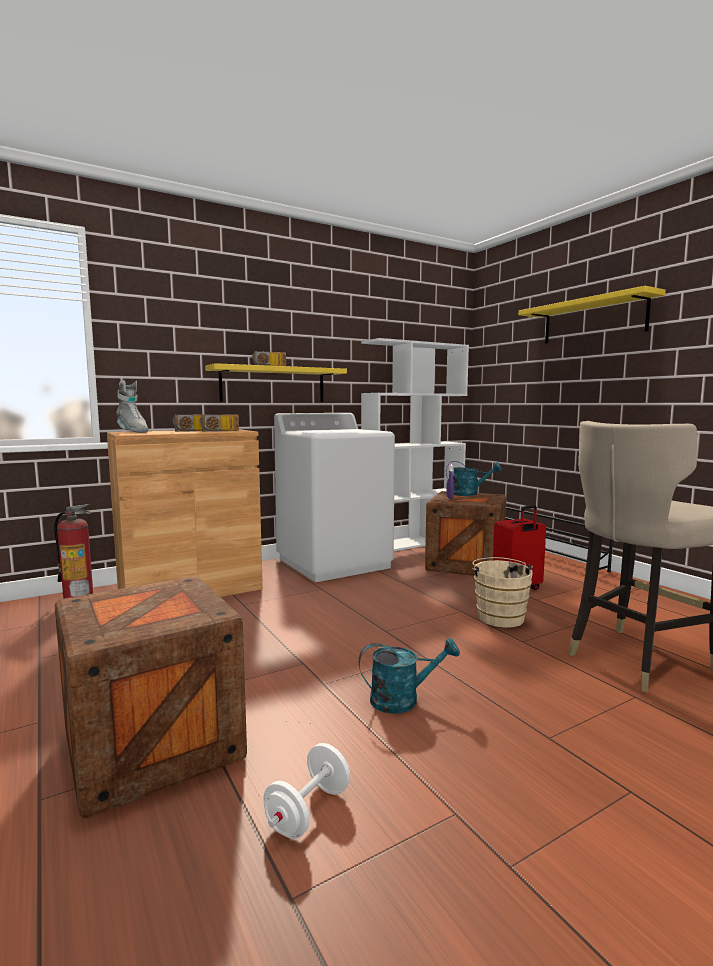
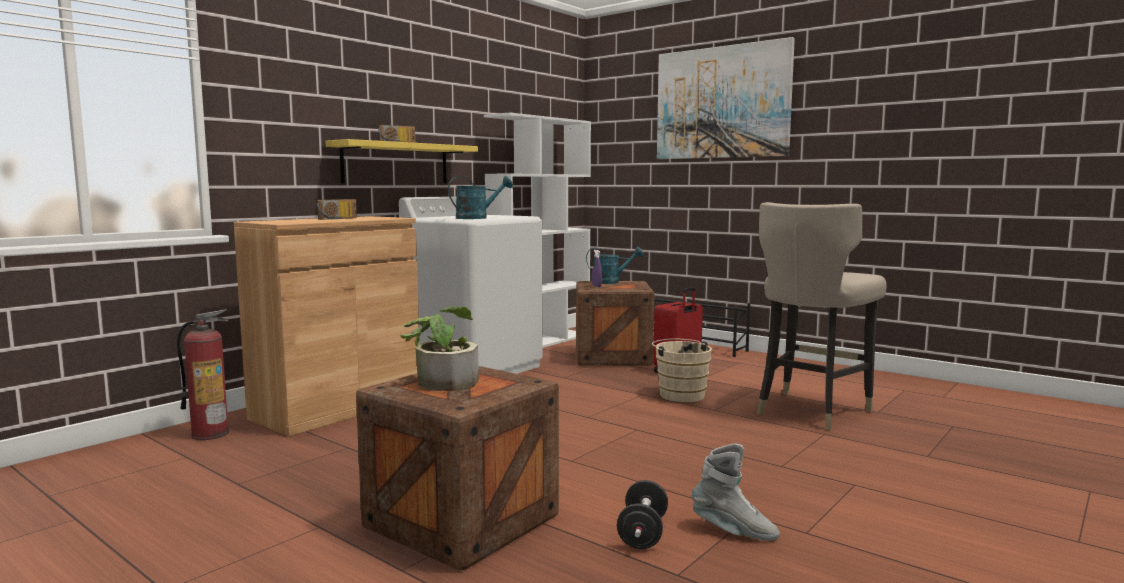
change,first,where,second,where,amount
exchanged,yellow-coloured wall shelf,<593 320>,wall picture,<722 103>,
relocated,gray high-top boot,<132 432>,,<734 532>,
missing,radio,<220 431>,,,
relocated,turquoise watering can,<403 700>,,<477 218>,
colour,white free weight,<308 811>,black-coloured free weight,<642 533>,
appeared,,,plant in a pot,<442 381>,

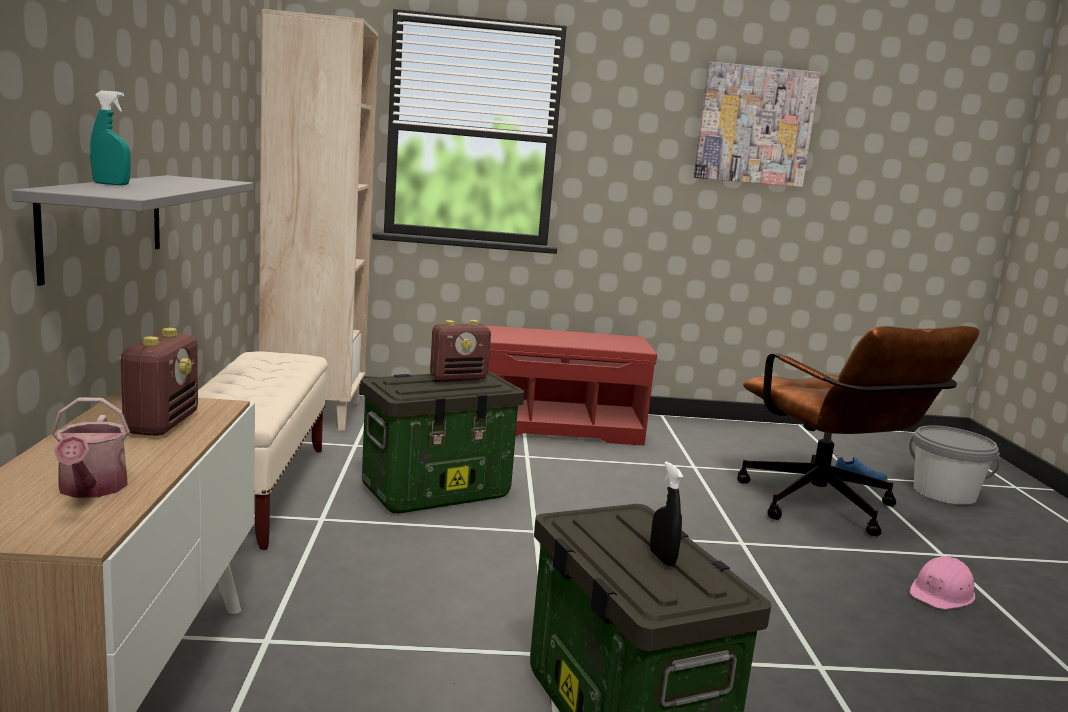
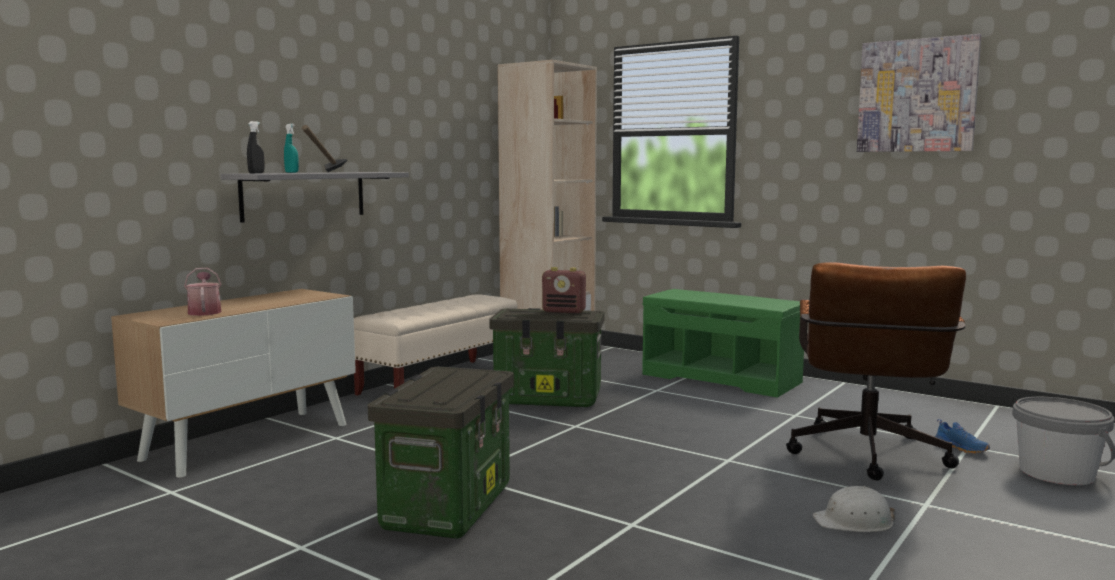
change,first,where,second,where,amount
colour,reddish bench,<559 427>,green bench,<722 378>,
missing,radio,<162 424>,,,
spun,watering can,<91 489>,,<204 312>,135 degrees clockwise
relocated,black-coloured sprayer,<662 558>,,<256 173>,
colour,pinkish work helmet,<942 593>,white work helmet,<854 522>,
appeared,,,hammer,<324 172>,

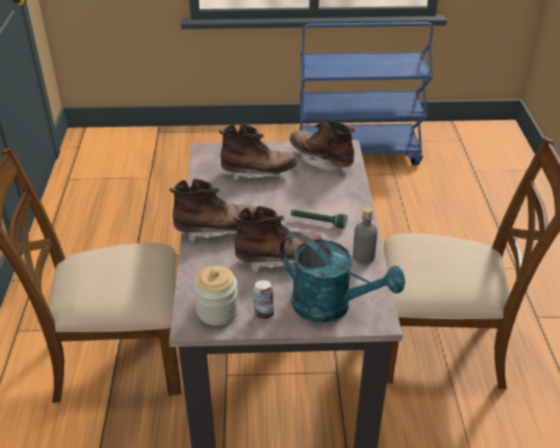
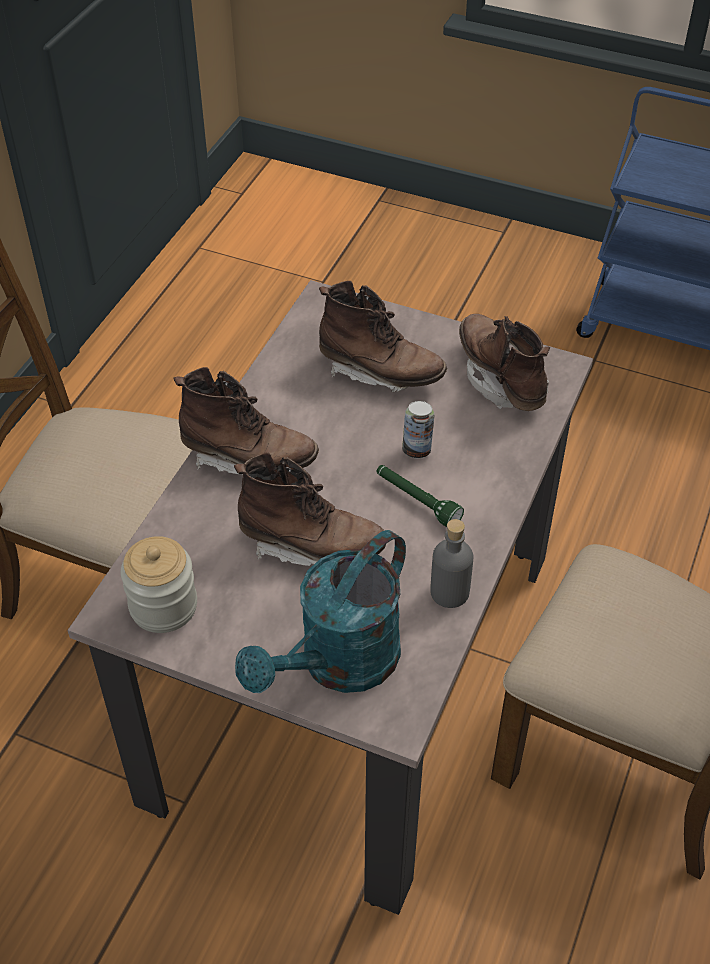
change,first,where,second,where,amount
spun,turquoise watering can,<331 306>,,<338 665>,75 degrees clockwise
relocated,sealed can,<263 313>,,<417 450>,

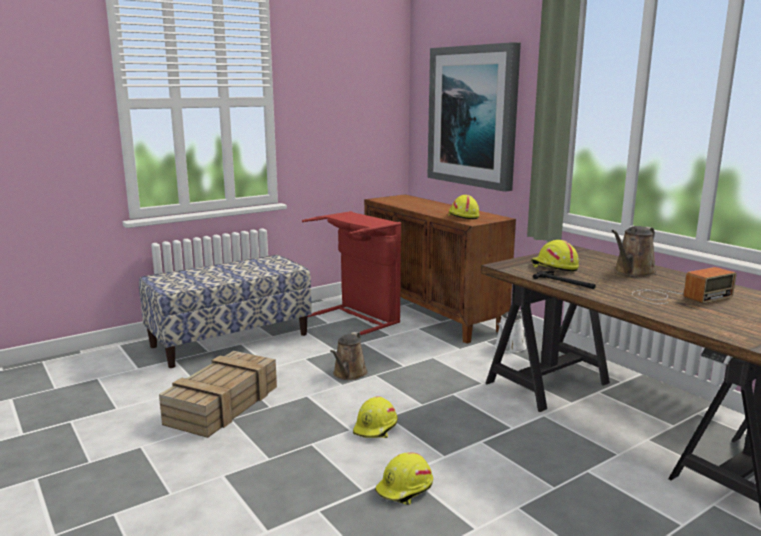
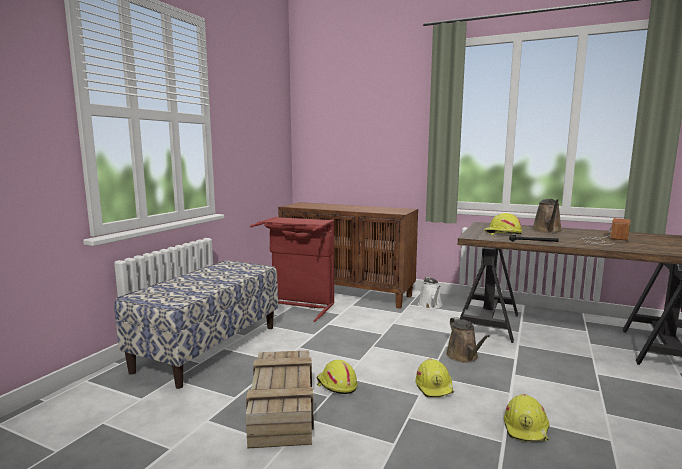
change,first,where,second,where,amount
missing,wall picture,<473 116>,,,
relocated,yellow-coloured work helmet,<462 216>,,<336 385>,
relocated,brownish watering can,<348 374>,,<464 356>,

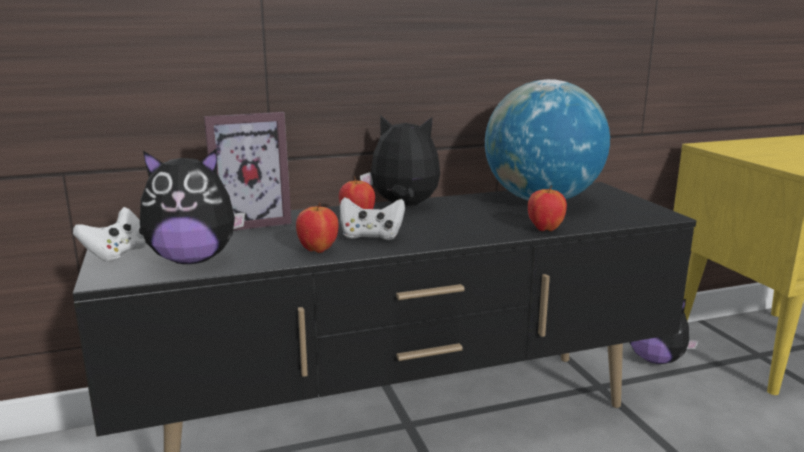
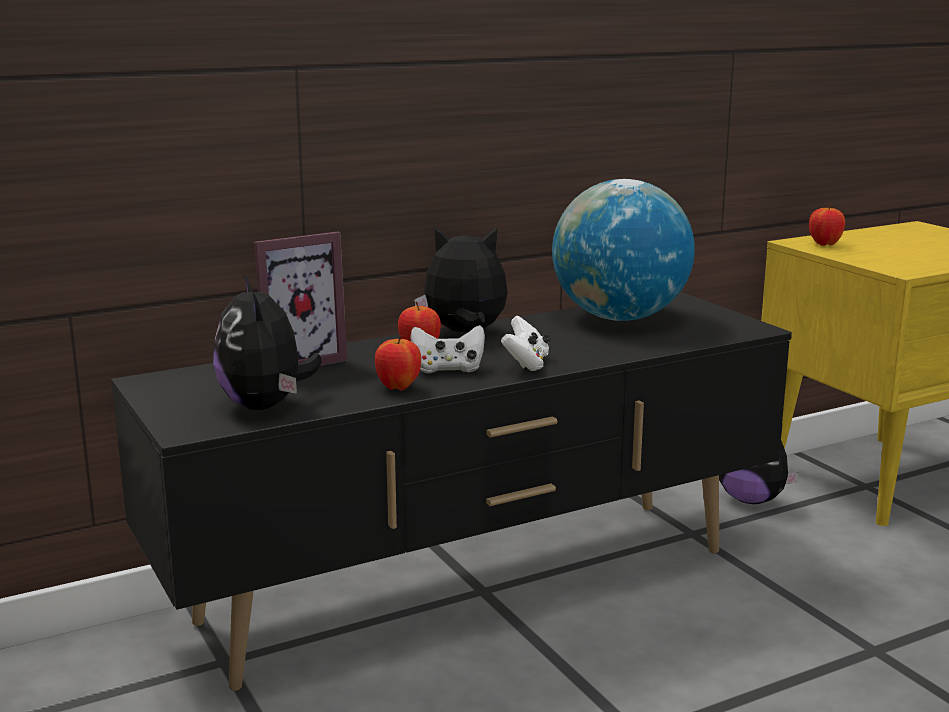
change,first,where,second,where,amount
spun,cuddly toy,<193 259>,,<266 406>,90 degrees clockwise
relocated,apple,<545 229>,,<824 244>,
relocated,white gamepad,<118 254>,,<526 364>,

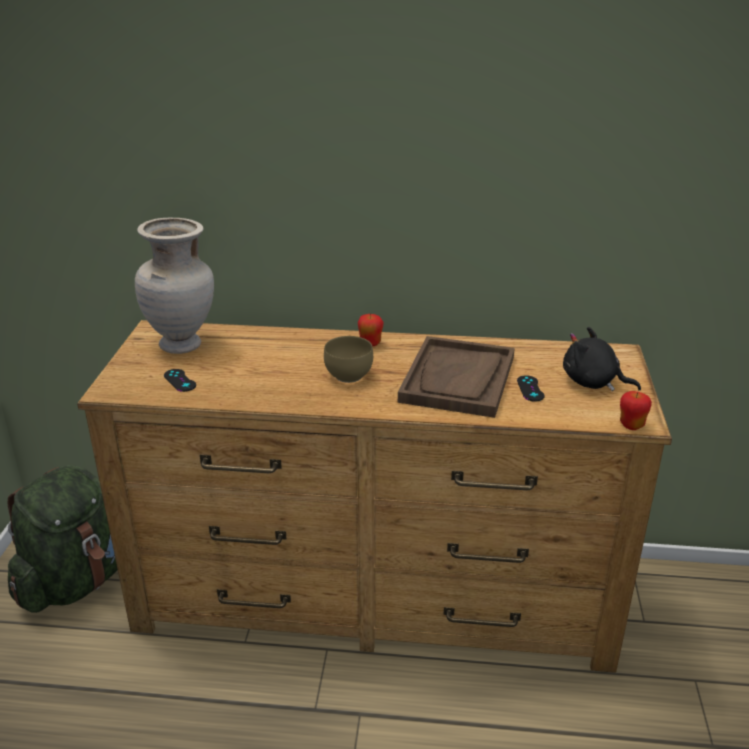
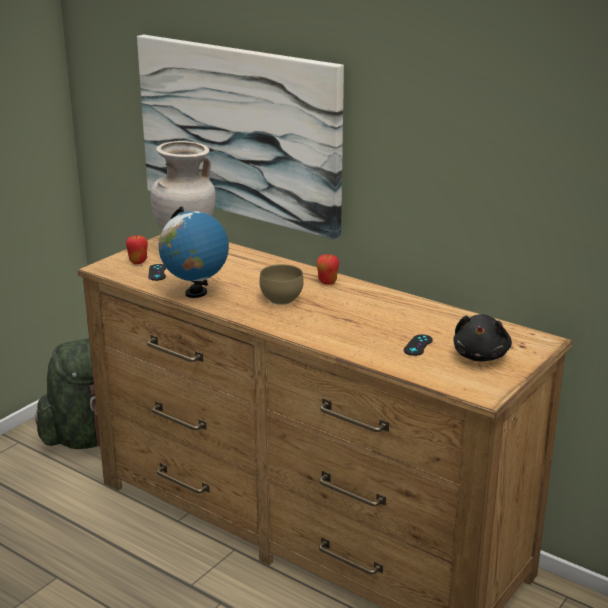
change,first,where,second,where,amount
spun,black-coloured cuddly toy,<593 383>,,<481 355>,135 degrees counterclockwise
missing,brownish serving tray,<458 379>,,,
relocated,apple,<631 425>,,<138 262>,
appeared,,,wall picture,<239 132>,
appeared,,,desk globe,<195 293>,

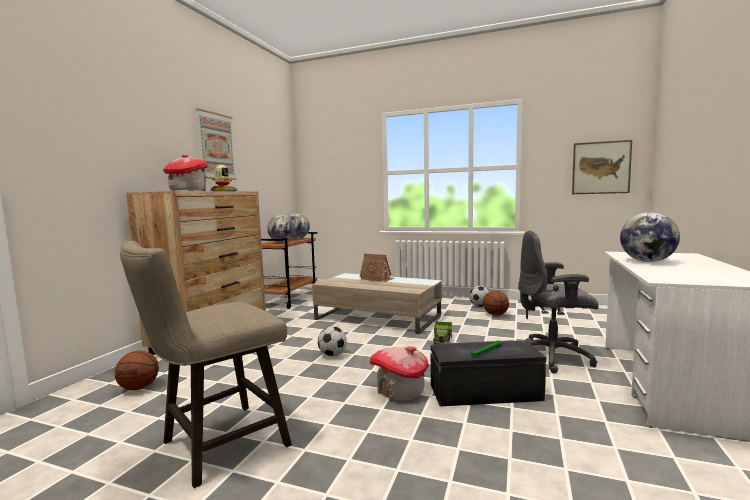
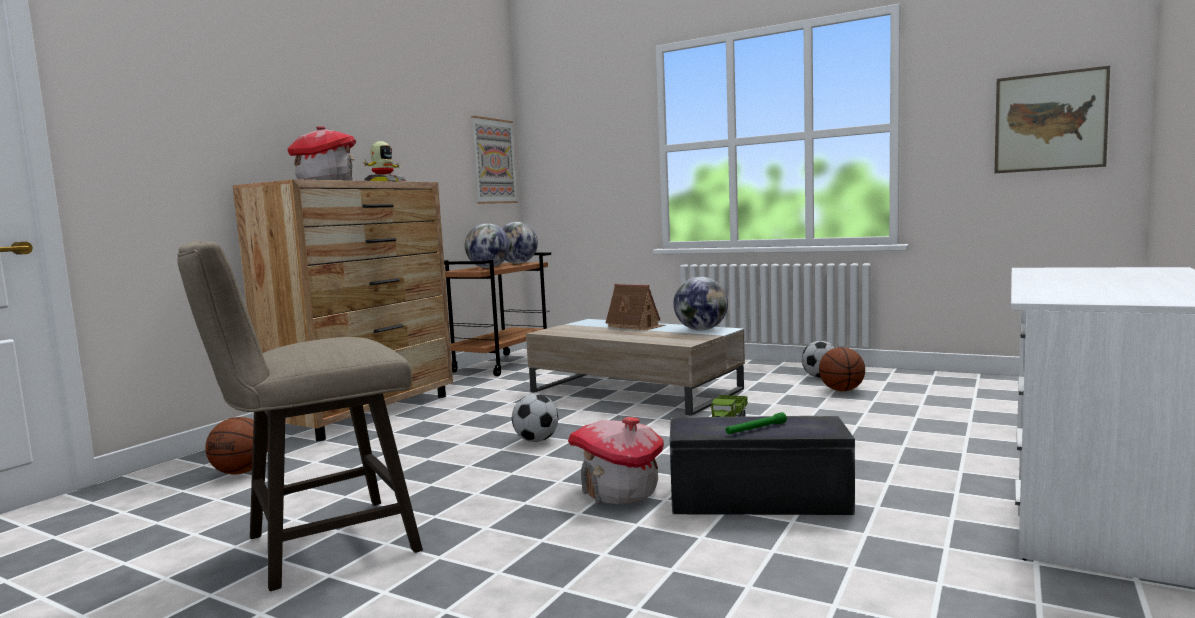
change,first,where,second,where,amount
relocated,wall picture,<216 146>,,<494 161>,
relocated,desk globe,<647 261>,,<701 330>,
missing,gray computer chair,<553 357>,,,

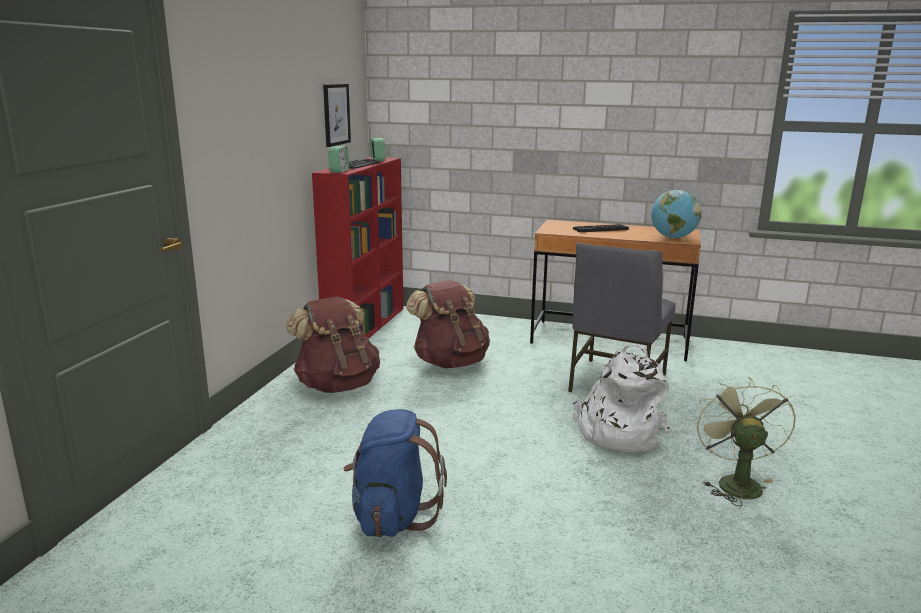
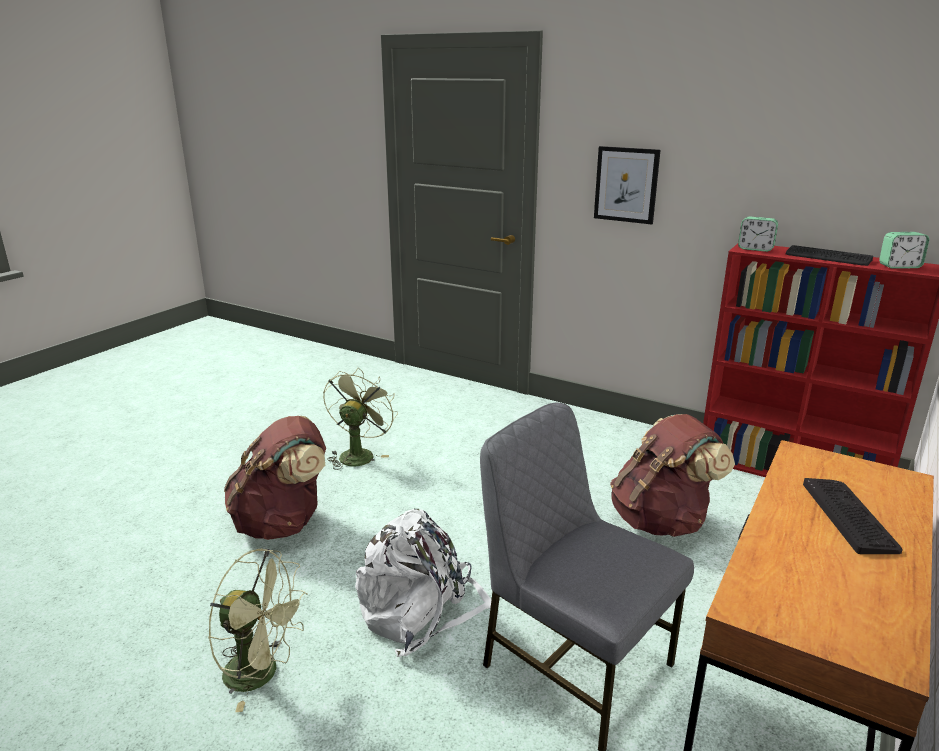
change,first,where,second,where,amount
relocated,wall picture,<336 114>,,<626 185>,
missing,desk globe,<672 238>,,,
relocated,brownish knapsack,<337 385>,,<283 523>,
exchanged,blue knapsack,<392 516>,green fan,<358 454>,

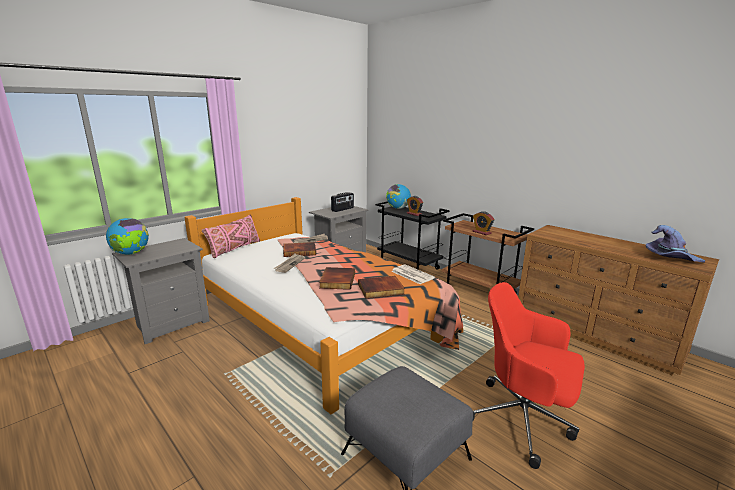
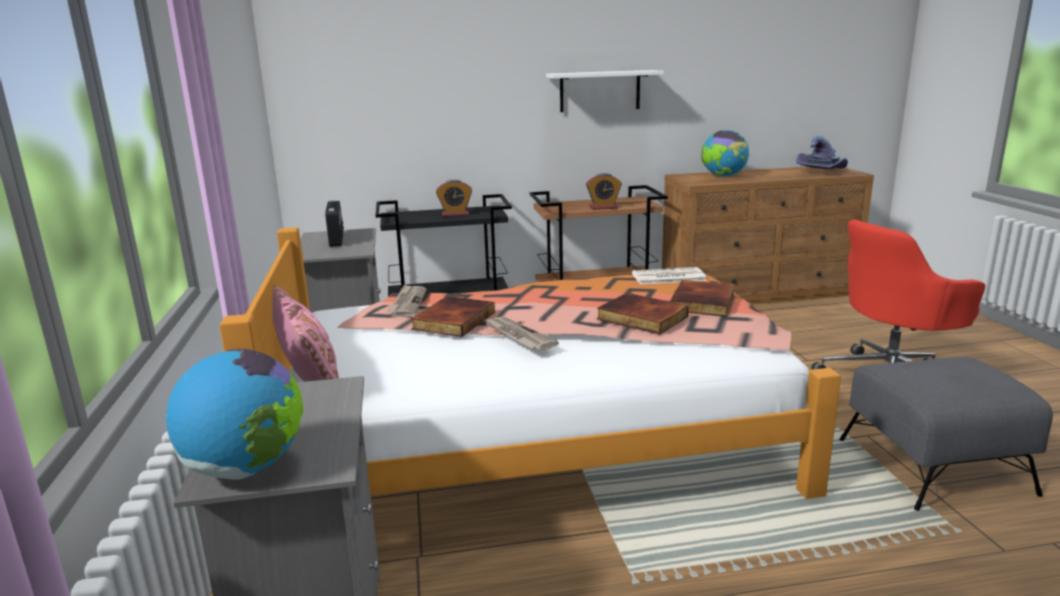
change,first,where,second,where,amount
relocated,desk globe,<398 208>,,<723 176>,
appeared,,,white wall shelf,<600 91>,

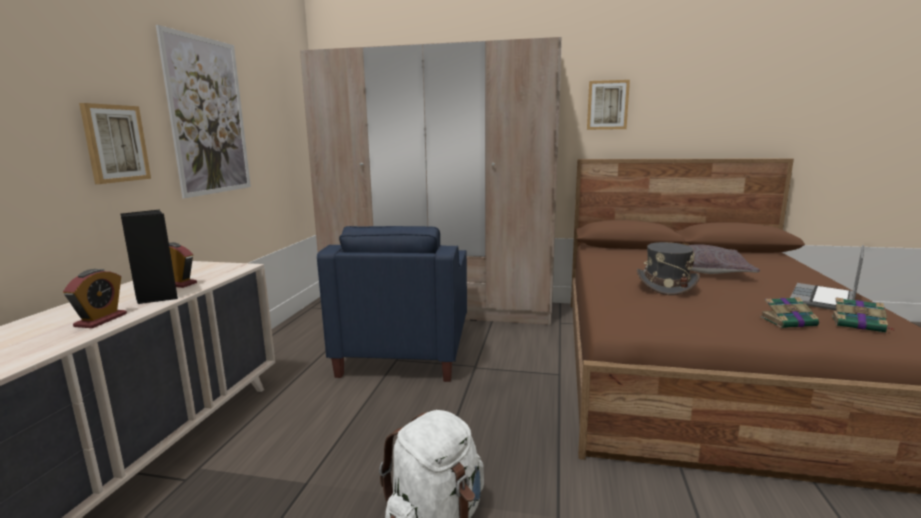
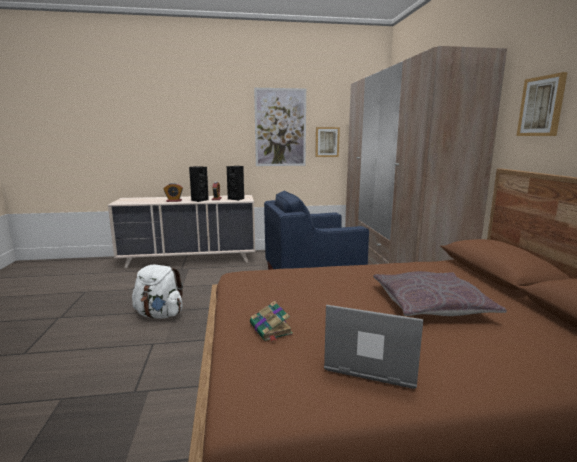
change,first,where,second,where,amount
relocated,wall picture,<115 143>,,<327 142>,
missing,gray clothing hat,<666 285>,,,
missing,bound book,<859 324>,,,
appeared,,,black-coloured audio speaker,<237 199>,

